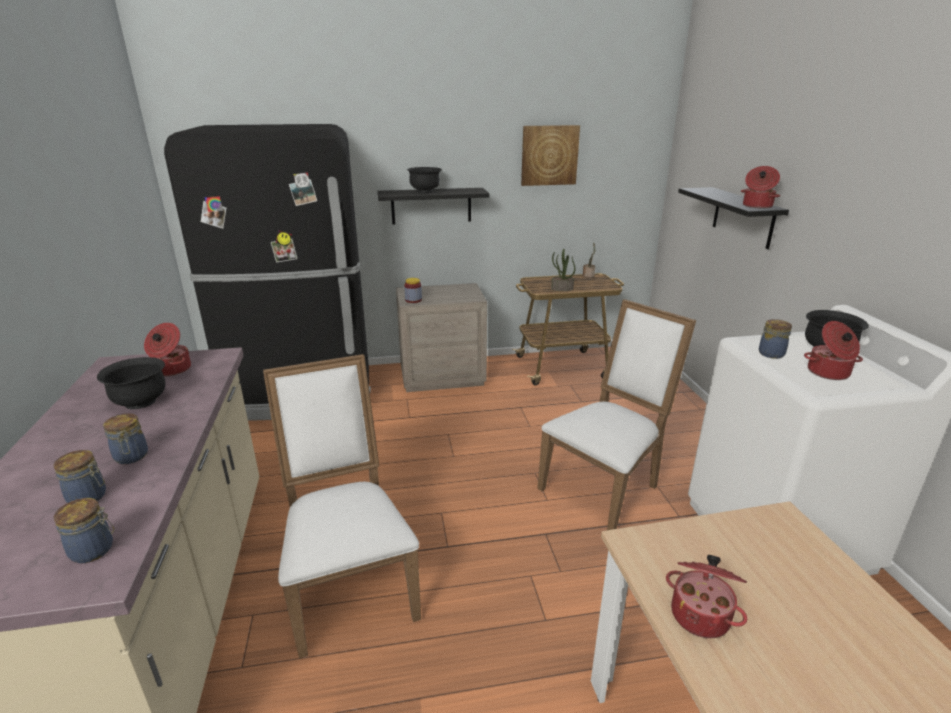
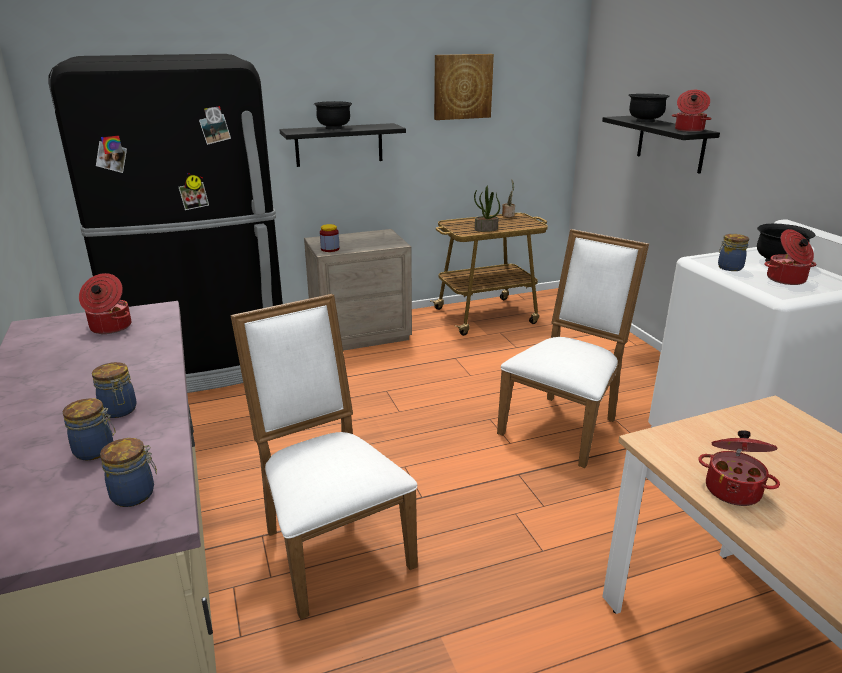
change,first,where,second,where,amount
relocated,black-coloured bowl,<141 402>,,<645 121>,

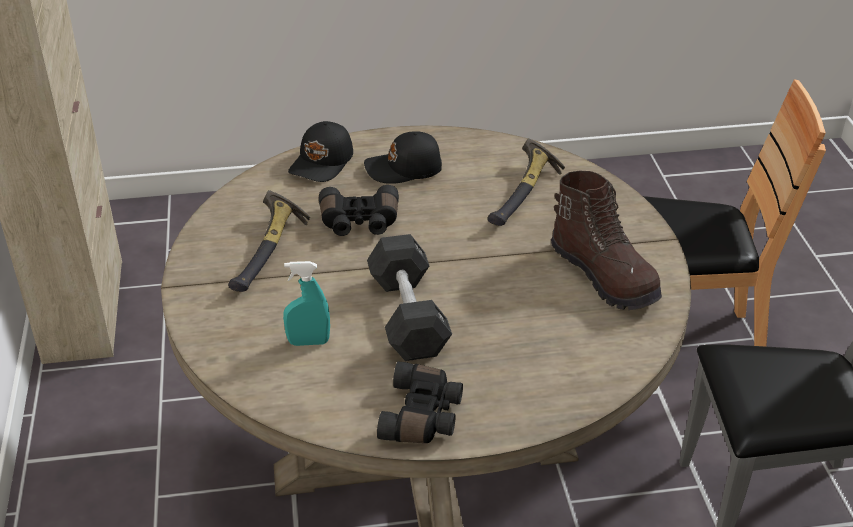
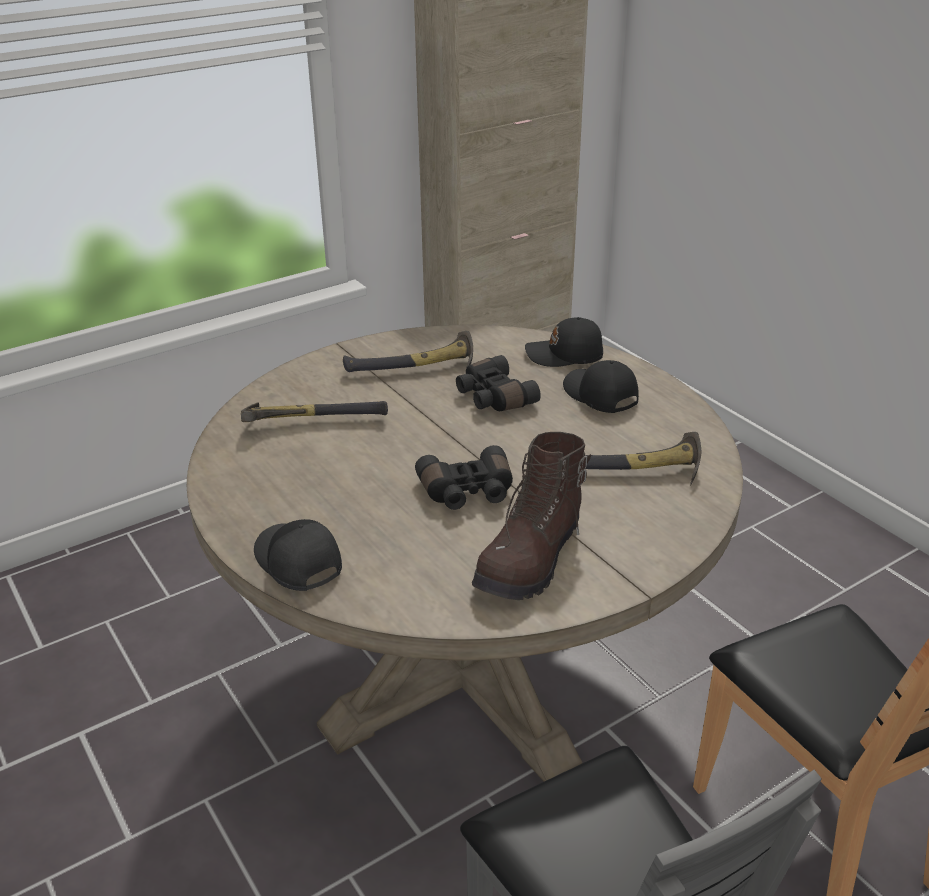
change,first,where,second,where,amount
missing,black-coloured free weight,<408 315>,,,
exchanged,turquoise sprayer,<308 342>,hammer,<310 421>,
relocated,black-coloured field glasses,<423 416>,,<468 492>,
appeared,,,black-coloured cap,<297 562>,

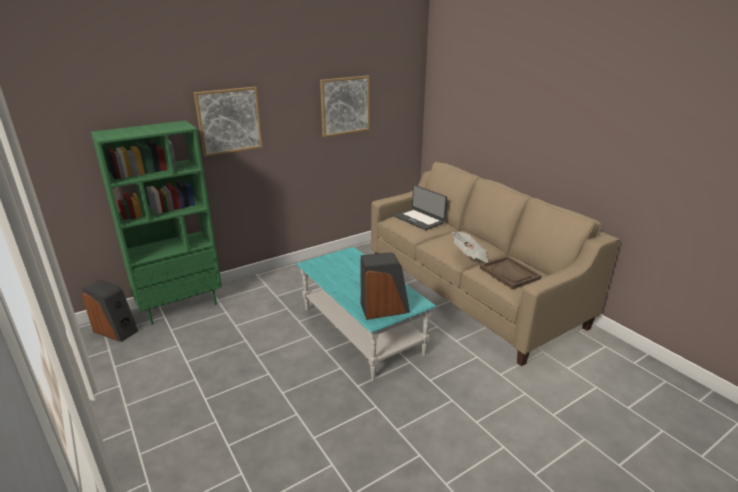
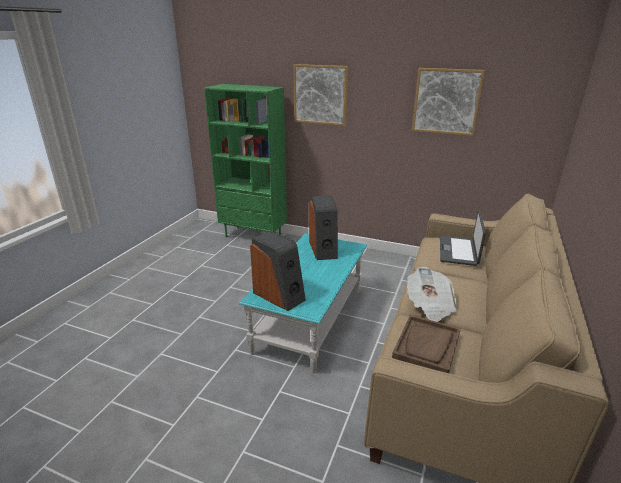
change,first,where,second,where,amount
relocated,audio speaker,<116 330>,,<324 249>,

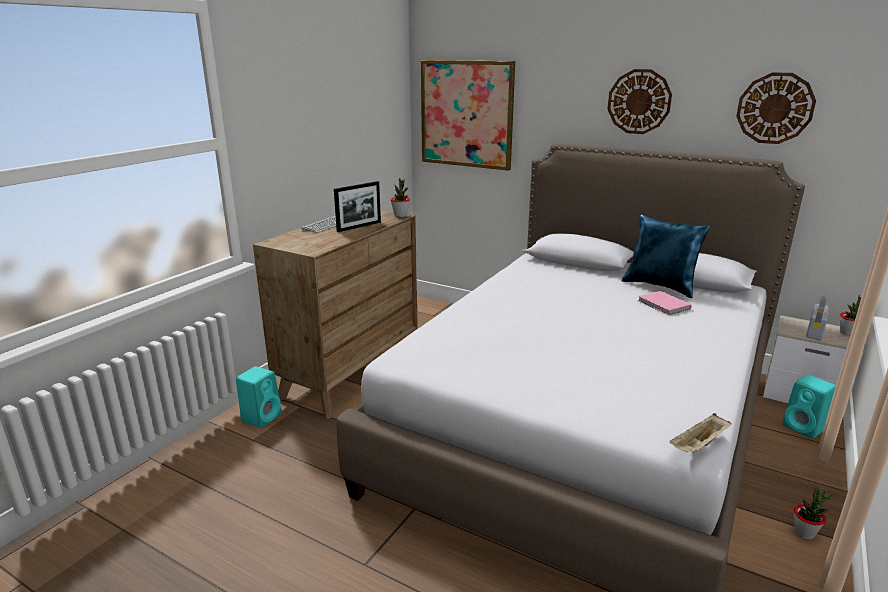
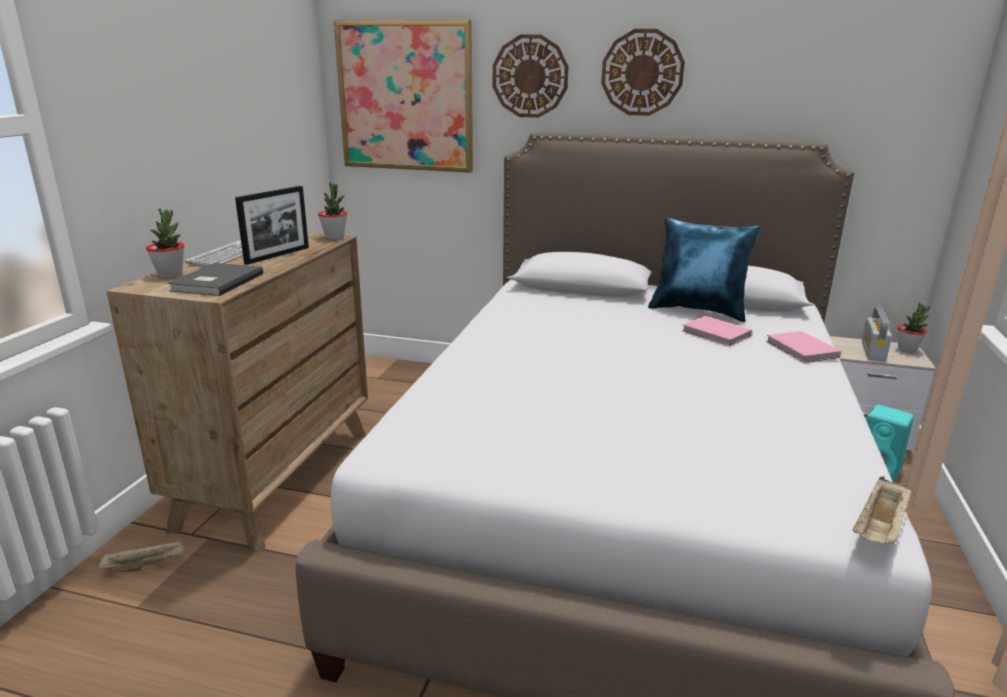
change,first,where,second,where,amount
relocated,wall clock,<775 108>,,<530 76>,
exchanged,turquoise audio speaker,<262 417>,sand-coloured serving tray,<146 565>,
relocated,plant in a pot,<804 533>,,<170 275>,
appeared,,,gray bound book,<215 282>,
appeared,,,pinkish bound book,<802 350>,

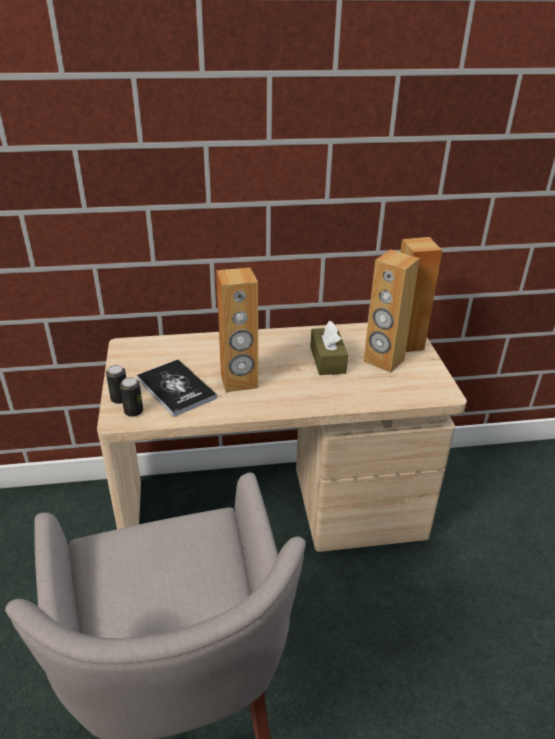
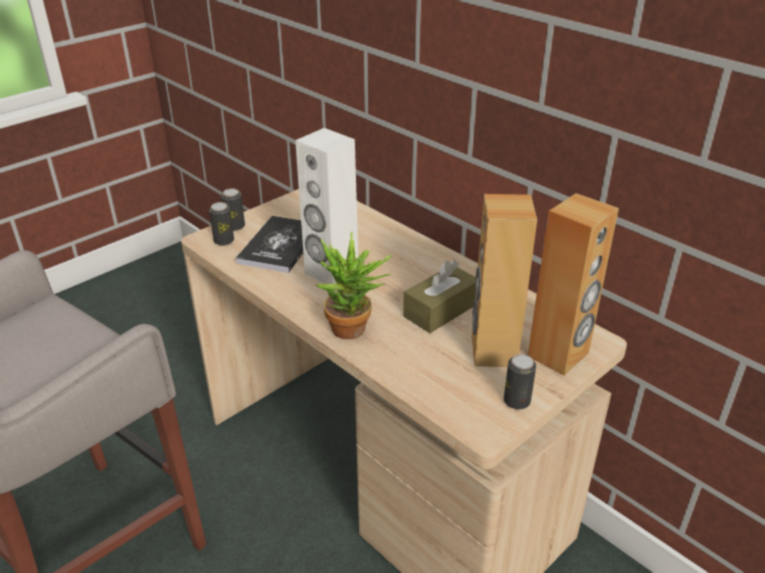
change,first,where,second,where,amount
colour,brownish audio speaker,<239 381>,white audio speaker,<331 273>,
appeared,,,plant in a pot,<354 331>,
appeared,,,sealed can,<516 401>,

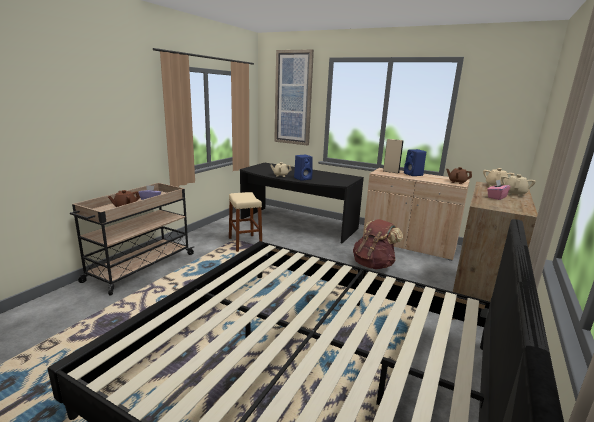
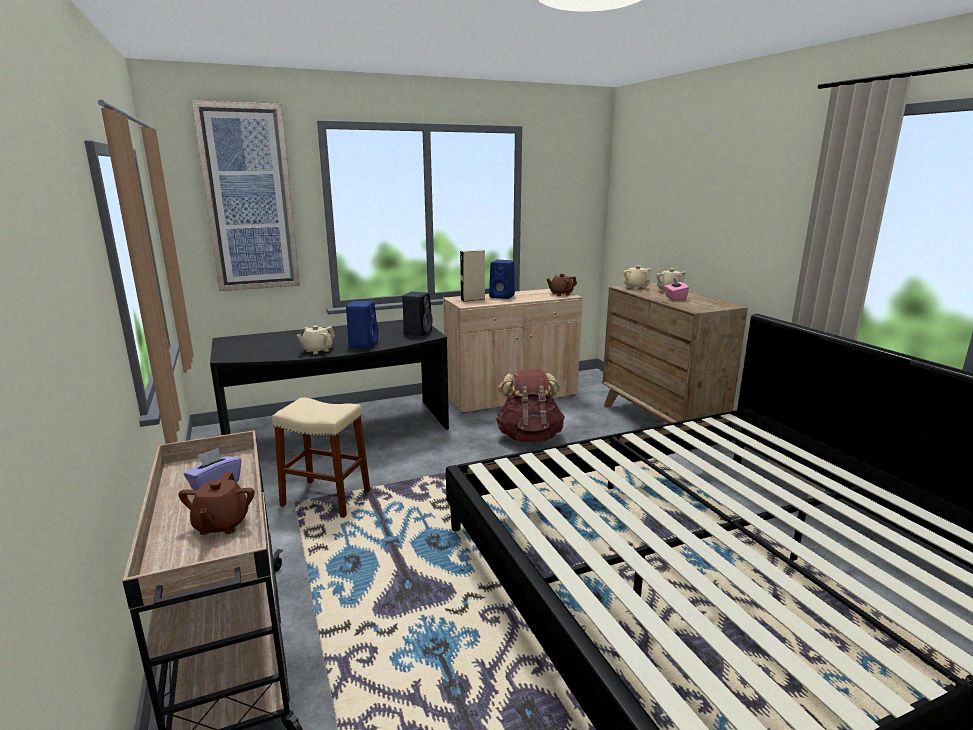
change,first,where,second,where,amount
appeared,,,black-coloured audio speaker,<418 332>,

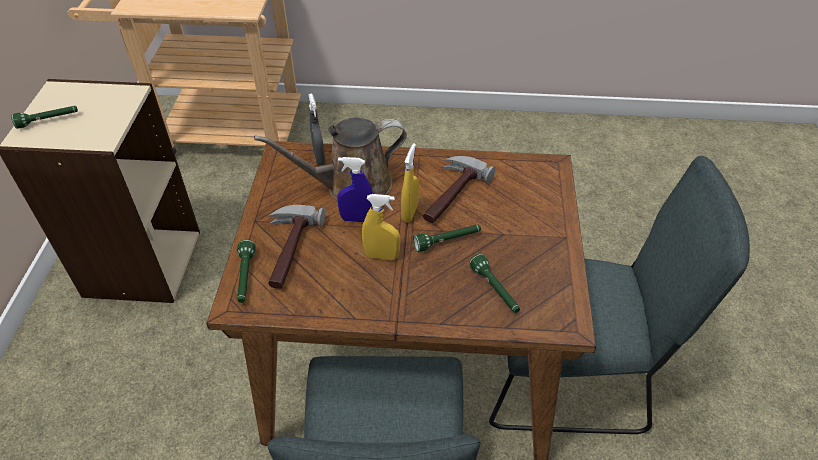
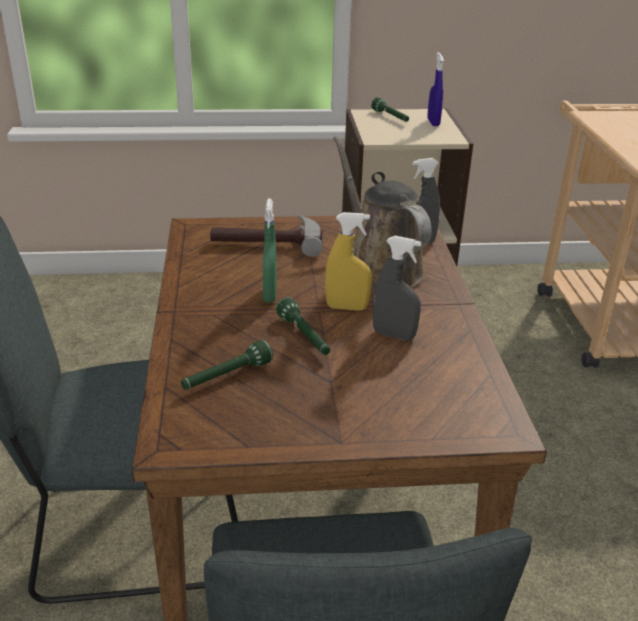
change,first,where,second,where,amount
exchanged,hammer,<450 194>,gray sprayer,<393 335>,
relocated,blue sprayer,<357 219>,,<433 122>,
colour,yellow-coloured sprayer,<381 256>,green sprayer,<270 294>,
missing,green hand torch,<245 277>,,,

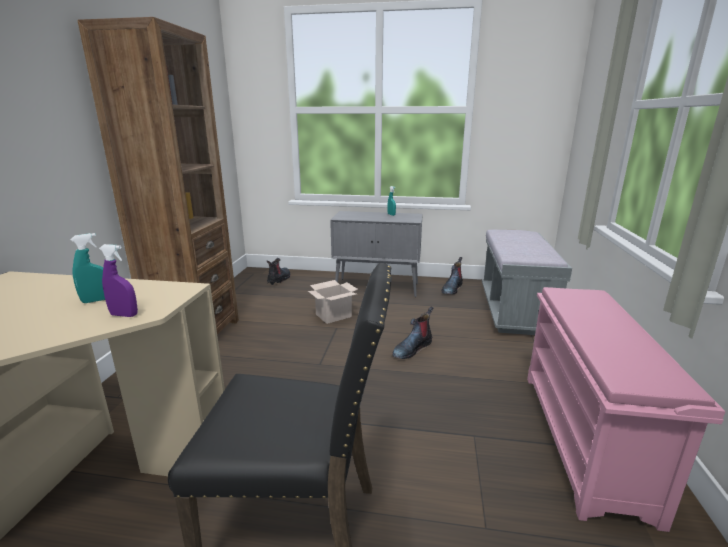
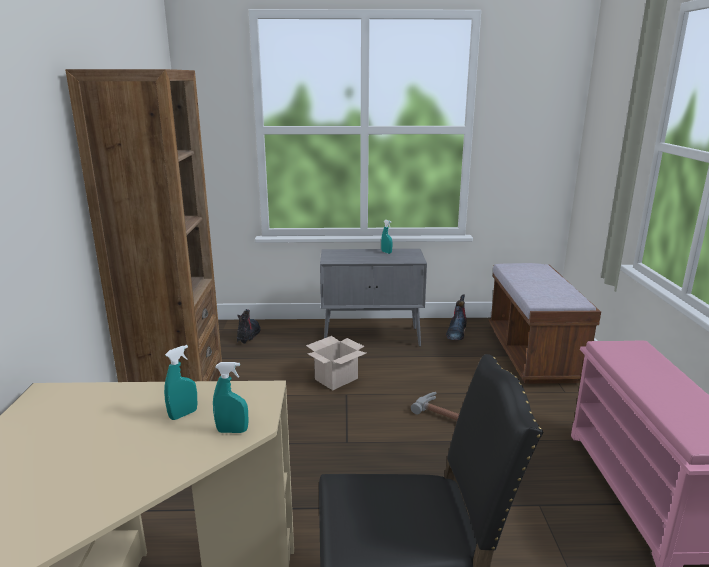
change,first,where,second,where,amount
colour,gray bench,<514 310>,brownish bench,<533 355>,
colour,purple-coloured sprayer,<124 315>,turquoise sprayer,<232 431>,
exchanged,high-top boot,<412 348>,hammer,<441 412>,

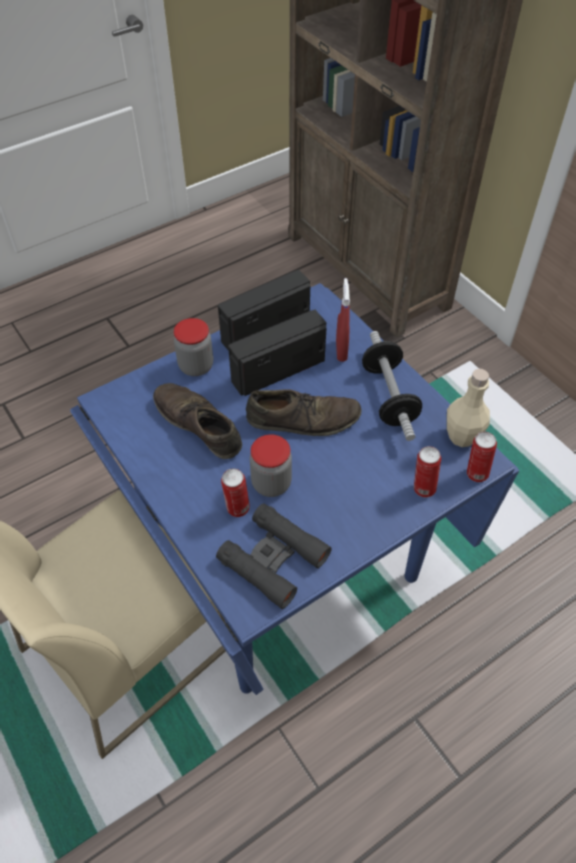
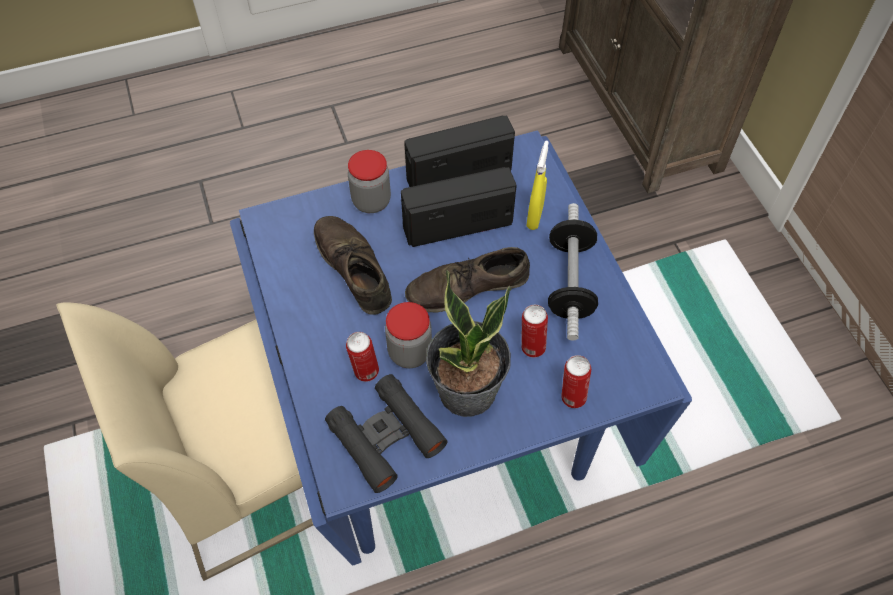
change,first,where,second,where,amount
colour,reddish sprayer,<341 351>,yellow-coloured sprayer,<534 217>,
missing,sand-coloured drink bottle,<462 437>,,,
spun,brownish shoe,<303 419>,,<467 287>,150 degrees clockwise
relocated,sealed can,<475 474>,,<531 347>,
appeared,,,plant in a pot,<467 392>,

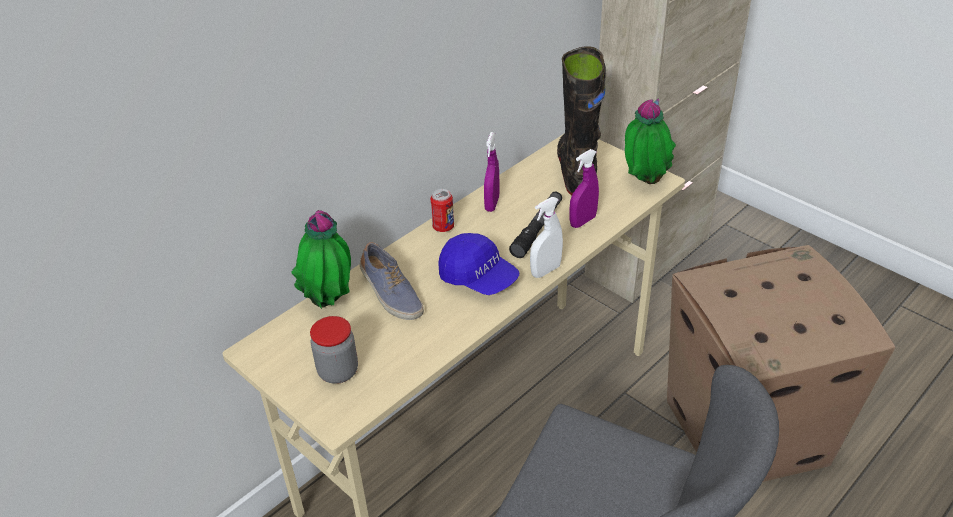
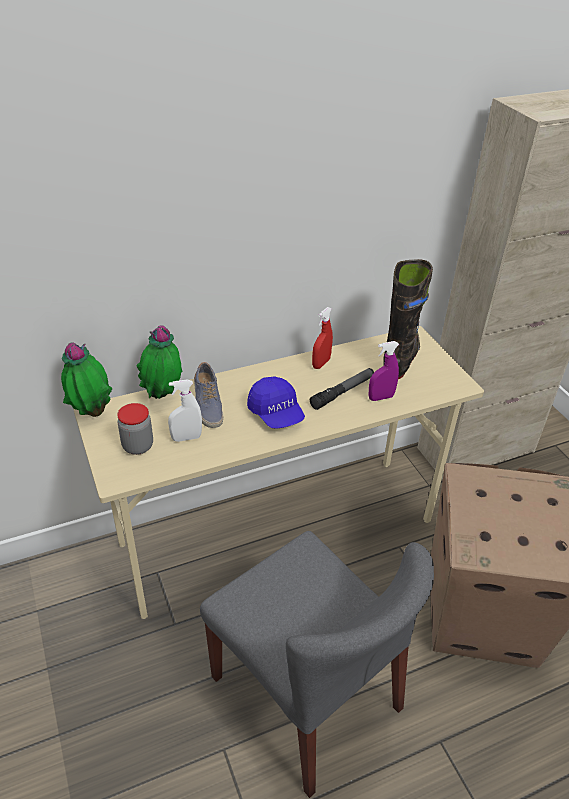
change,first,where,second,where,amount
relocated,plant in a pot,<643 182>,,<91 412>,
colour,purple-coloured sprayer,<492 204>,reddish sprayer,<321 363>,
missing,sealed can,<443 227>,,,
relocated,white sprayer,<545 271>,,<186 438>,

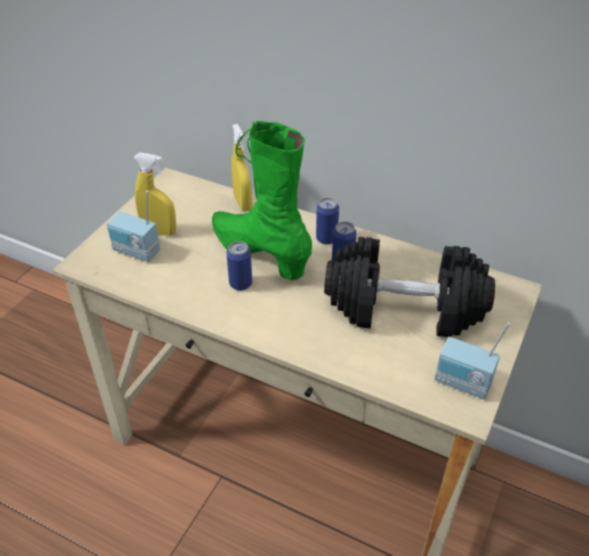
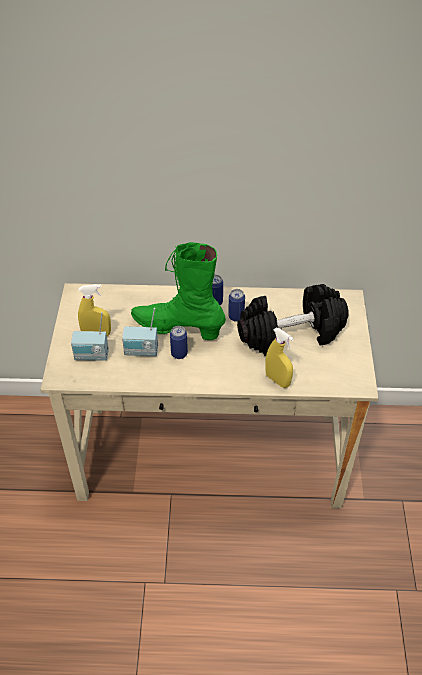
change,first,where,second,where,amount
relocated,yellow-coloured sprayer,<242 203>,,<277 380>,
relocated,radio,<462 384>,,<141 352>,

